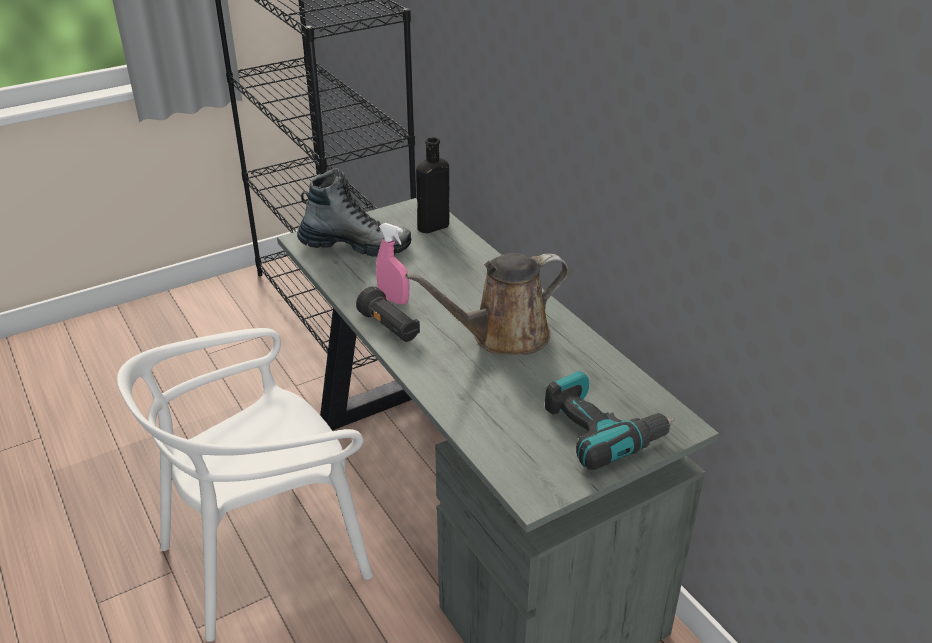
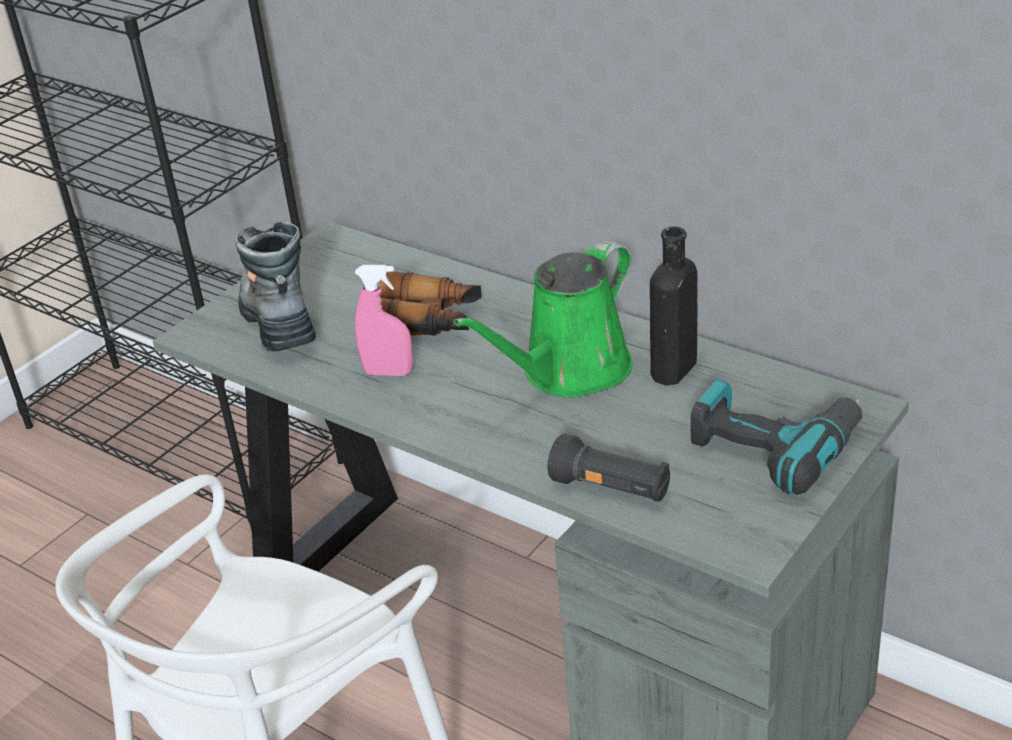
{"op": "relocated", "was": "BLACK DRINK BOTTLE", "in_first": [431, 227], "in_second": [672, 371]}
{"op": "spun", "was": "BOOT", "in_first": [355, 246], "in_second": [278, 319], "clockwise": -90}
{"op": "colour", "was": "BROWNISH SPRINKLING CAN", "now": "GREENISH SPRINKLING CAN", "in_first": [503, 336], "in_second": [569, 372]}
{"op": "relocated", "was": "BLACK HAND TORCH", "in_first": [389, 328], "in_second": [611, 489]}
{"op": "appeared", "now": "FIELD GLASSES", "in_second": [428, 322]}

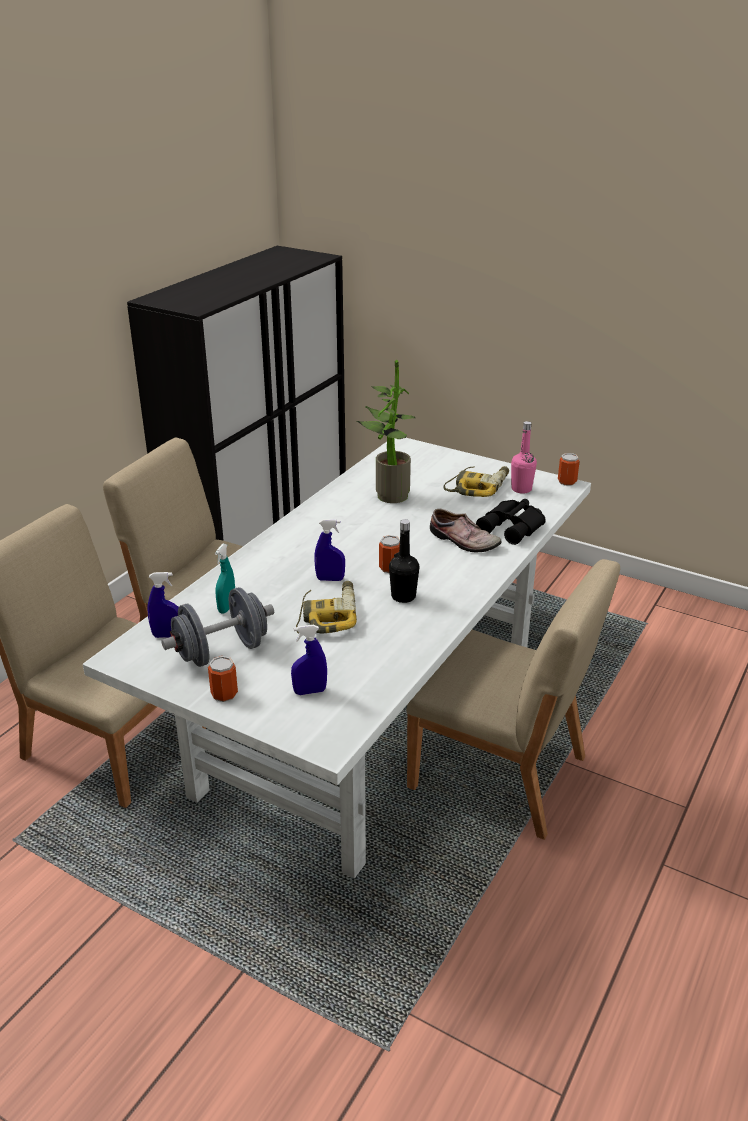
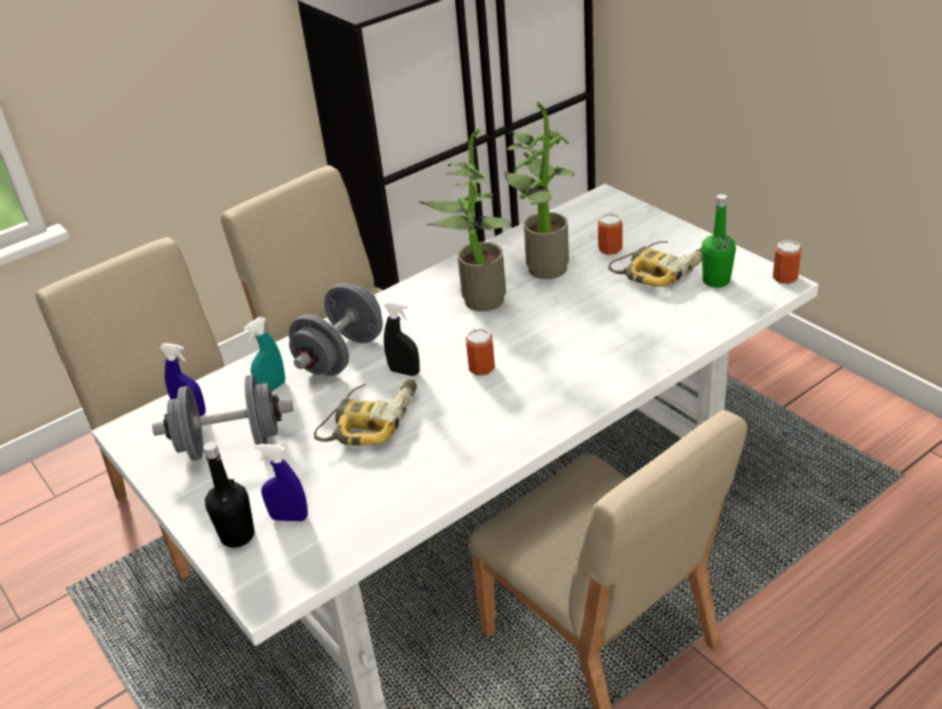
{"op": "colour", "was": "PINK DRINK BOTTLE", "now": "GREENISH DRINK BOTTLE", "in_first": [521, 489], "in_second": [716, 281]}
{"op": "missing", "was": "BLACK FIELD GLASSES", "in_first": [513, 527]}
{"op": "missing", "was": "ITEM OF FOOTWEAR", "in_first": [462, 541]}
{"op": "colour", "was": "BLUISH SPRAY BOTTLE", "now": "BLACK SPRAY BOTTLE", "in_first": [330, 579], "in_second": [404, 372]}
{"op": "relocated", "was": "BLACK DRINK BOTTLE", "in_first": [403, 596], "in_second": [237, 536]}
{"op": "relocated", "was": "SEALED CAN", "in_first": [224, 694], "in_second": [610, 249]}
{"op": "appeared", "now": "HOUSEPLANT", "in_second": [477, 301]}
{"op": "appeared", "now": "GREYISH FREE WEIGHT", "in_second": [341, 356]}

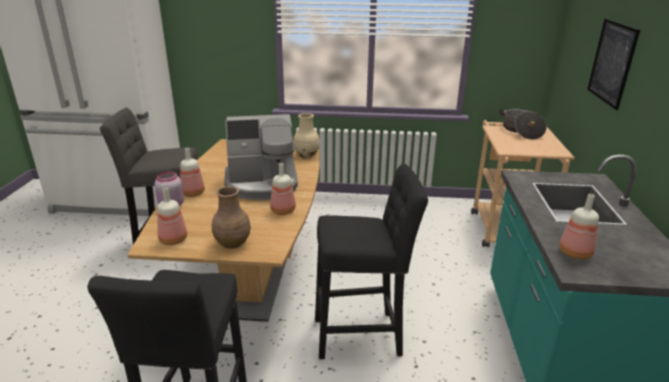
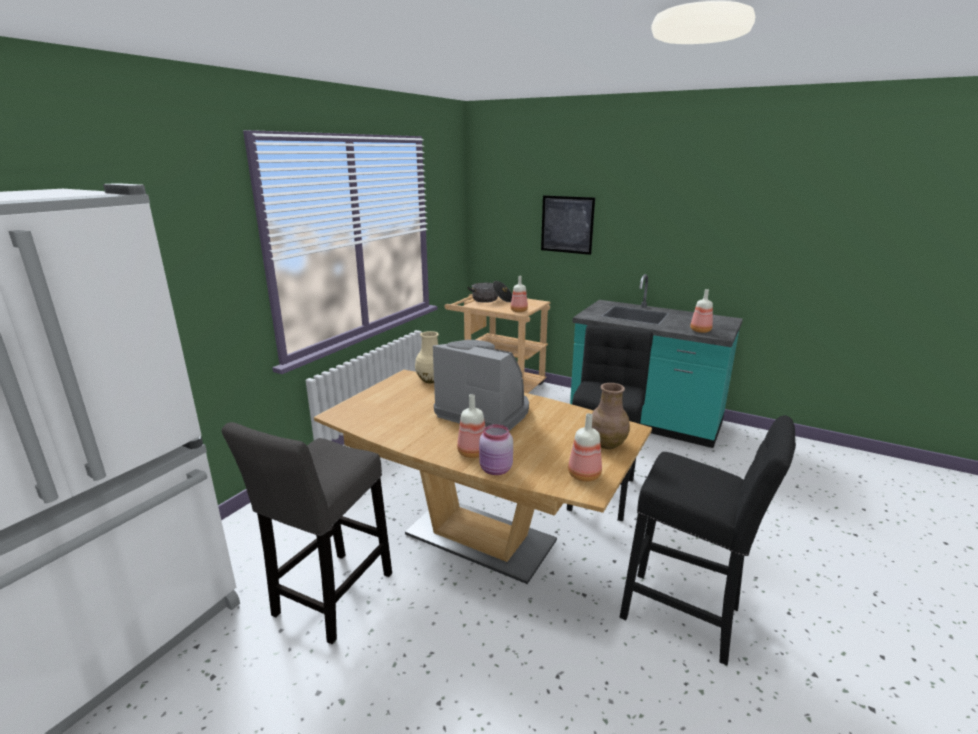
{"op": "spun", "was": "COFFEE MACHINE", "in_first": [262, 184], "in_second": [484, 412], "clockwise": -75}
{"op": "relocated", "was": "DRINK BOTTLE", "in_first": [282, 211], "in_second": [519, 311]}

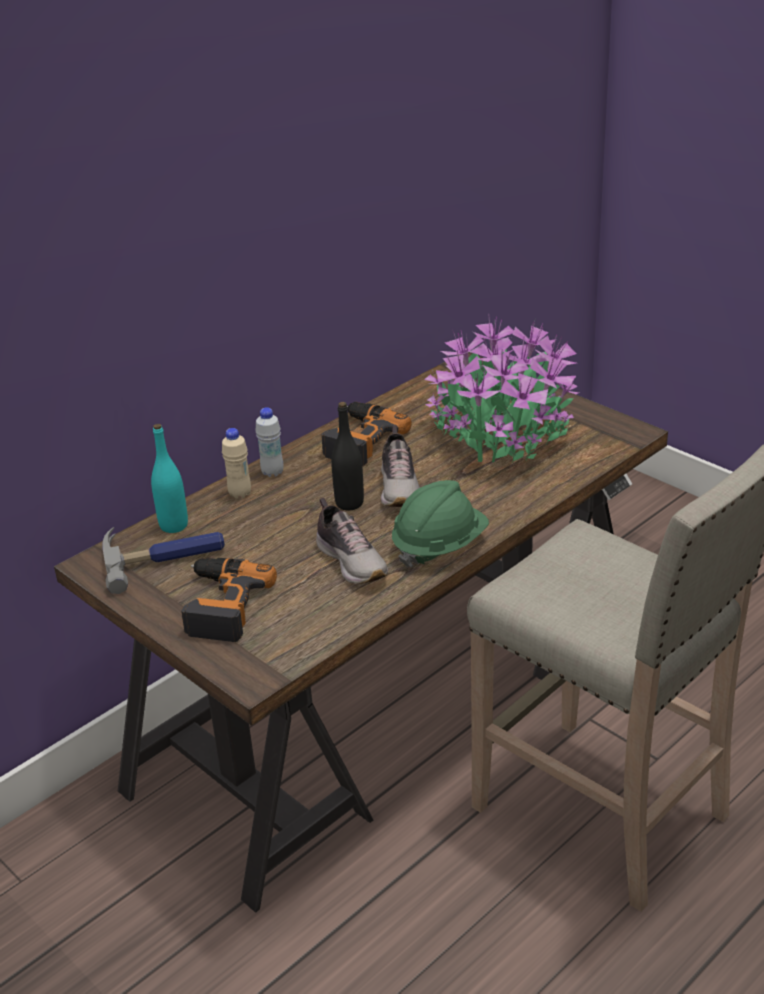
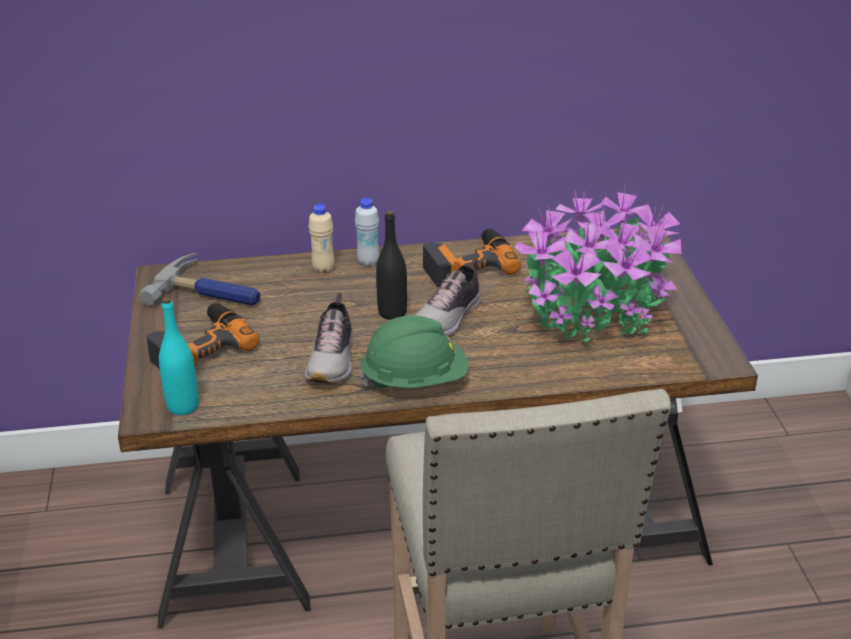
{"op": "relocated", "was": "TURQUOISE-COLOURED DRINK BOTTLE", "in_first": [174, 525], "in_second": [183, 406]}

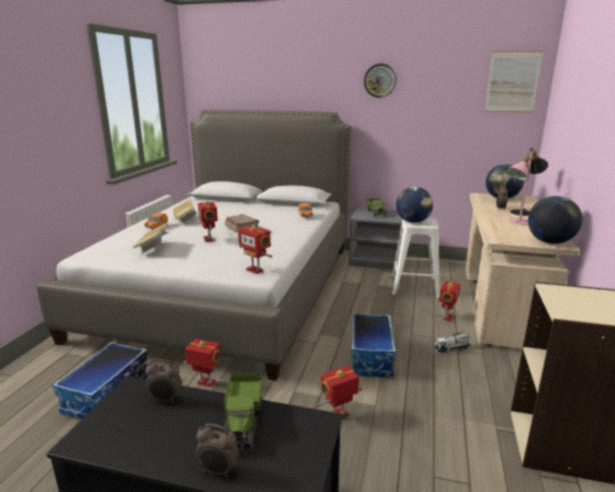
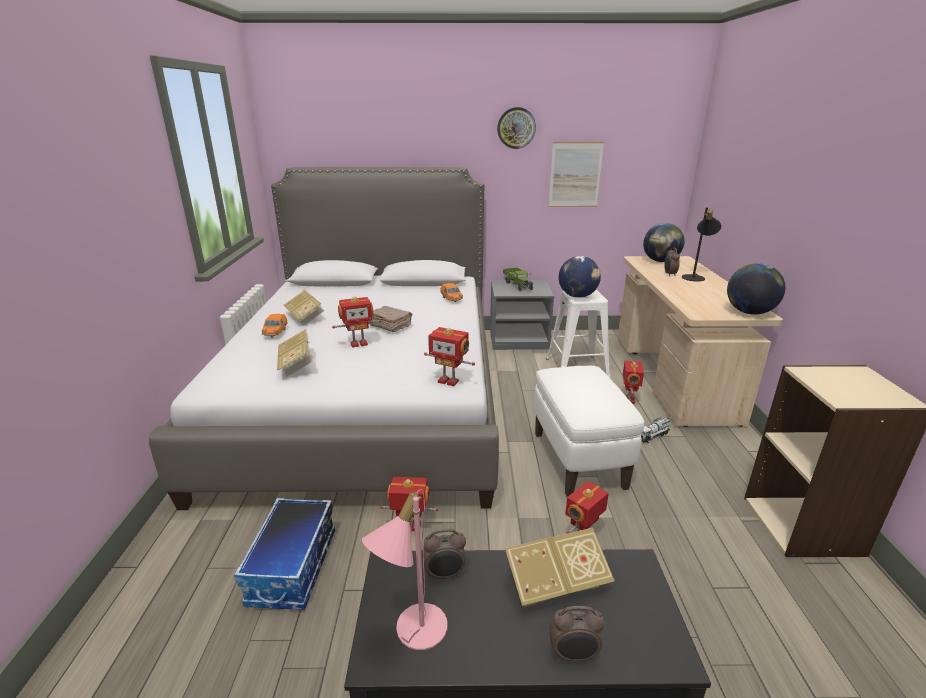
{"op": "relocated", "was": "WALL ART", "in_first": [512, 82], "in_second": [575, 175]}
{"op": "relocated", "was": "PINK TABLE LAMP", "in_first": [515, 221], "in_second": [412, 630]}
{"op": "spun", "was": "TOY ROBOT", "in_first": [209, 239], "in_second": [358, 344], "clockwise": -75}
{"op": "exchanged", "was": "STORAGE BIN", "now": "WHITE-COLOURED FOOTREST", "in_first": [372, 357], "in_second": [578, 460]}
{"op": "exchanged", "was": "TOY TRUCK", "now": "BOUND BOOK", "in_first": [243, 421], "in_second": [555, 583]}

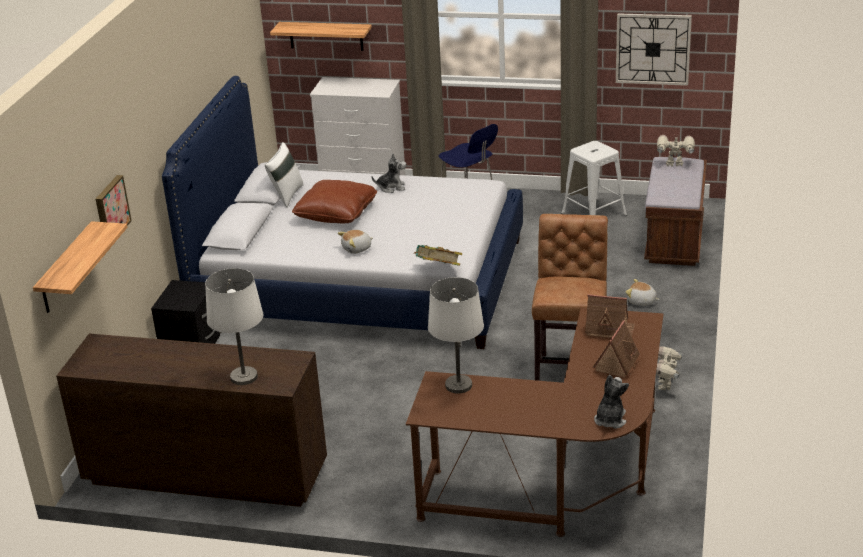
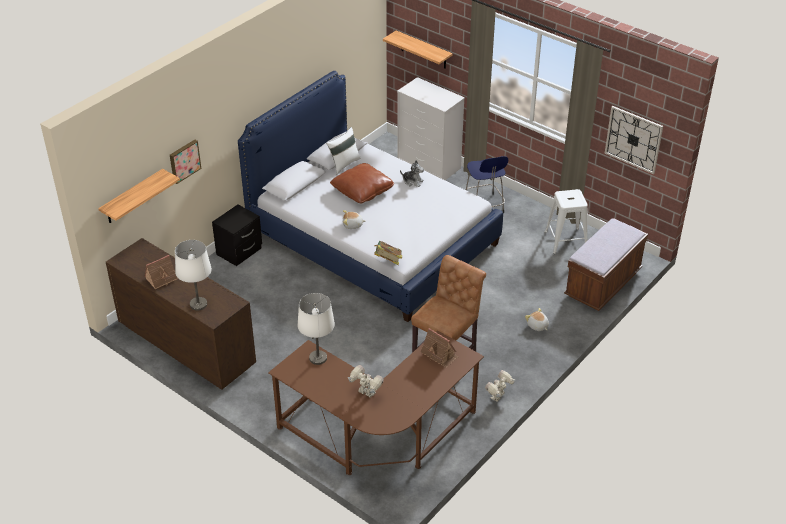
{"op": "relocated", "was": "TOY ROBOT", "in_first": [674, 165], "in_second": [366, 393]}
{"op": "relocated", "was": "MODEL HOUSE", "in_first": [617, 362], "in_second": [162, 278]}
{"op": "missing", "was": "CUDDLY TOY", "in_first": [610, 420]}

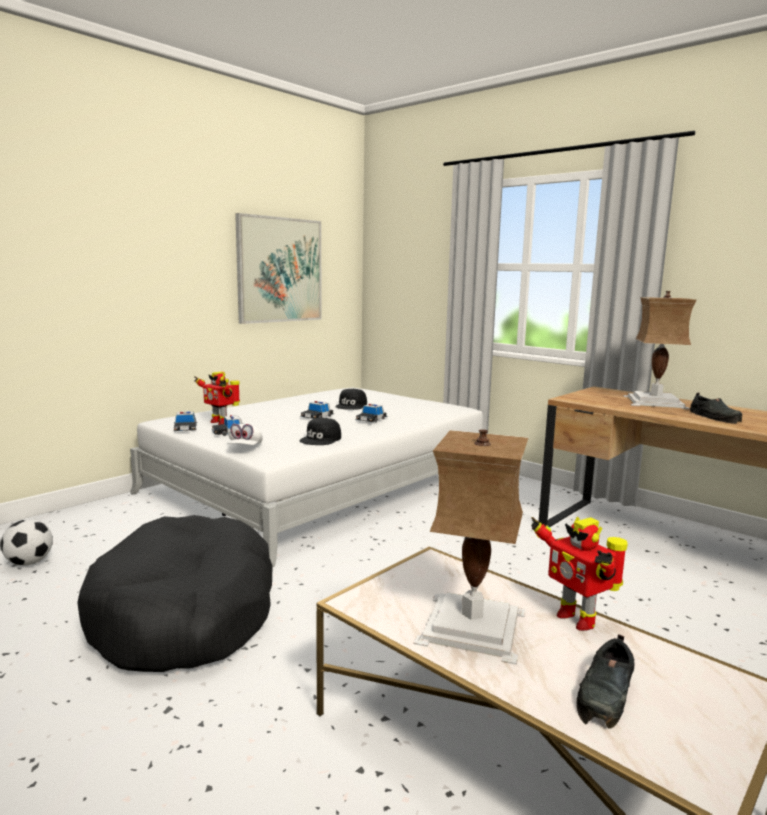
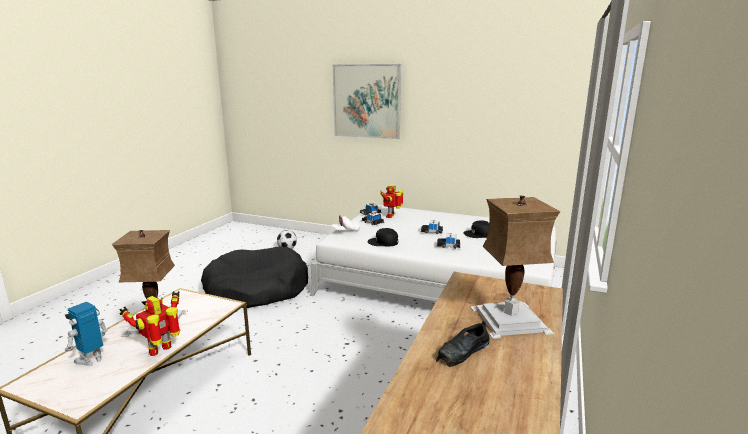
{"op": "relocated", "was": "WALL ART", "in_first": [280, 270], "in_second": [366, 101]}
{"op": "exchanged", "was": "BLACK ITEM OF FOOTWEAR", "now": "TOY ROBOT", "in_first": [606, 694], "in_second": [91, 360]}

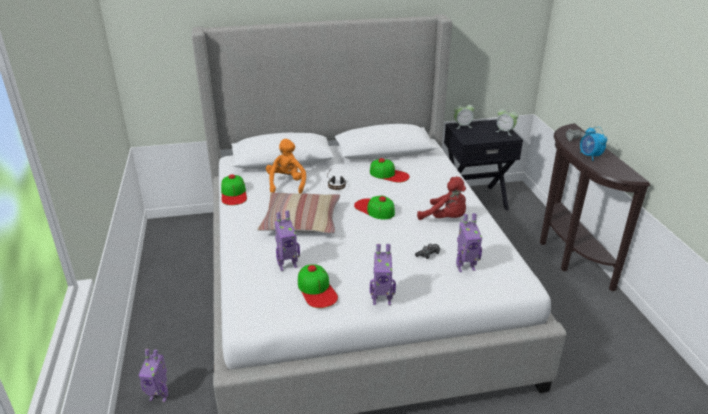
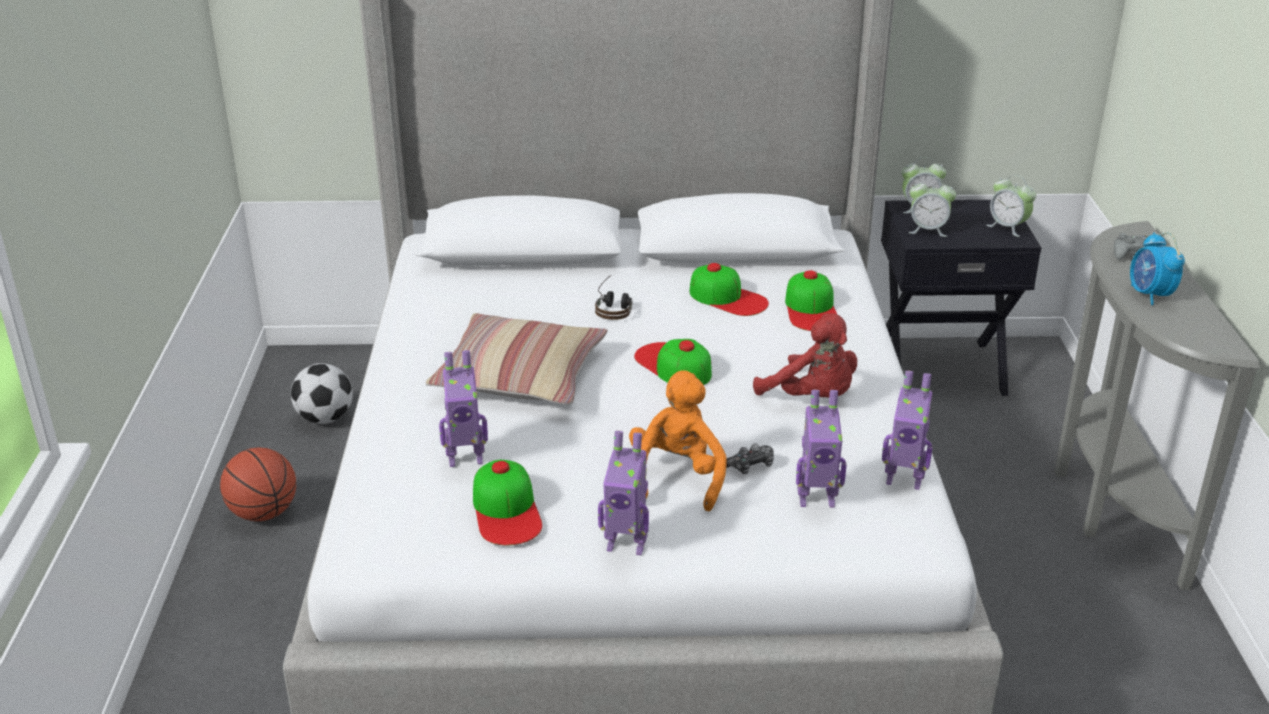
{"op": "colour", "was": "BROWNISH CONSOLE TABLE", "now": "GREYISH CONSOLE TABLE", "in_first": [567, 255], "in_second": [1108, 504]}
{"op": "relocated", "was": "ORANGEY CUDDLY TOY", "in_first": [287, 184], "in_second": [677, 478]}
{"op": "relocated", "was": "BASEBALL CAP", "in_first": [234, 194], "in_second": [811, 309]}
{"op": "relocated", "was": "TOY ROBOT", "in_first": [159, 396], "in_second": [904, 479]}
{"op": "appeared", "now": "BEDSIDE CLOCK", "in_second": [928, 230]}
{"op": "appeared", "now": "FOOTBALL BALL", "in_second": [325, 418]}
{"op": "appeared", "now": "BASKETBALL", "in_second": [263, 513]}

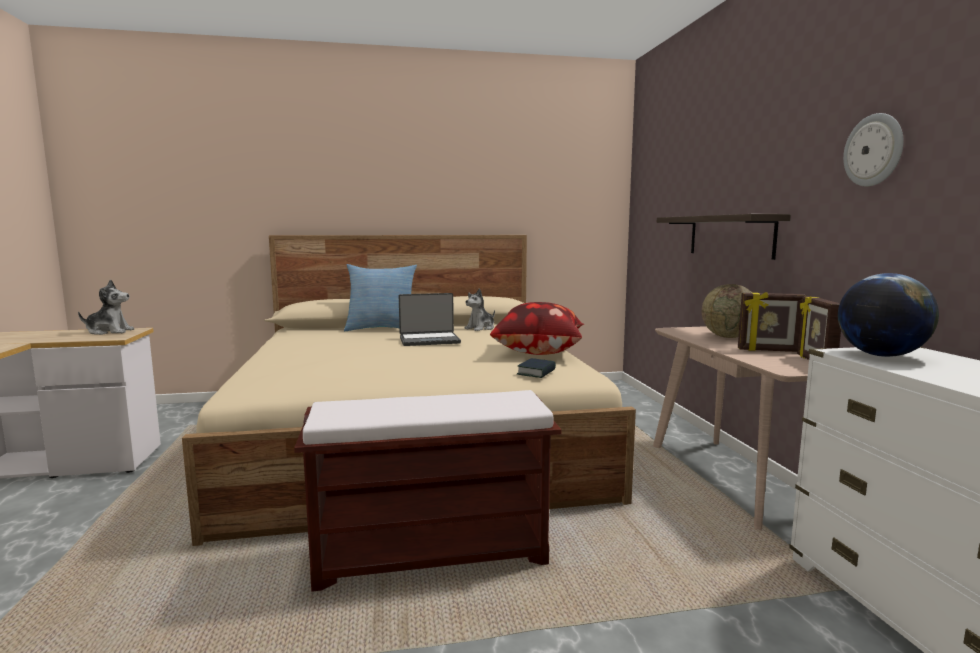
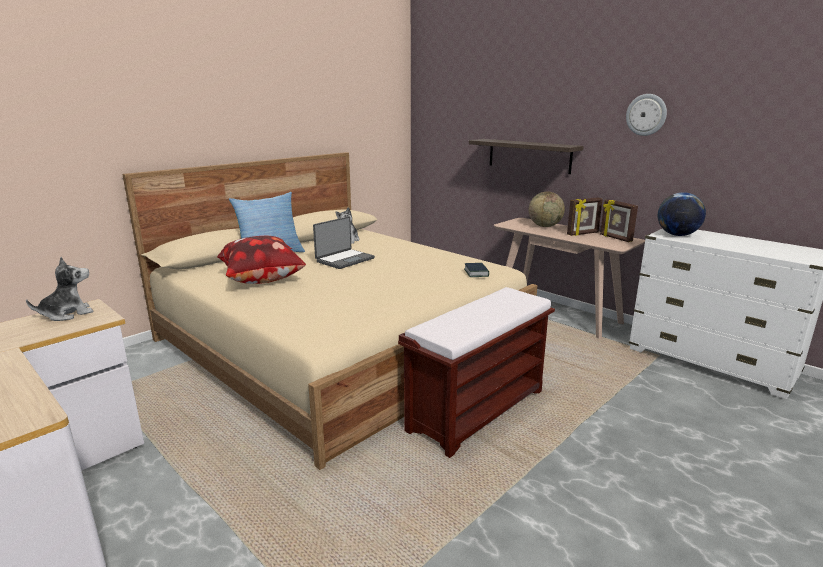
{"op": "relocated", "was": "CUSHION", "in_first": [539, 353], "in_second": [263, 281]}

